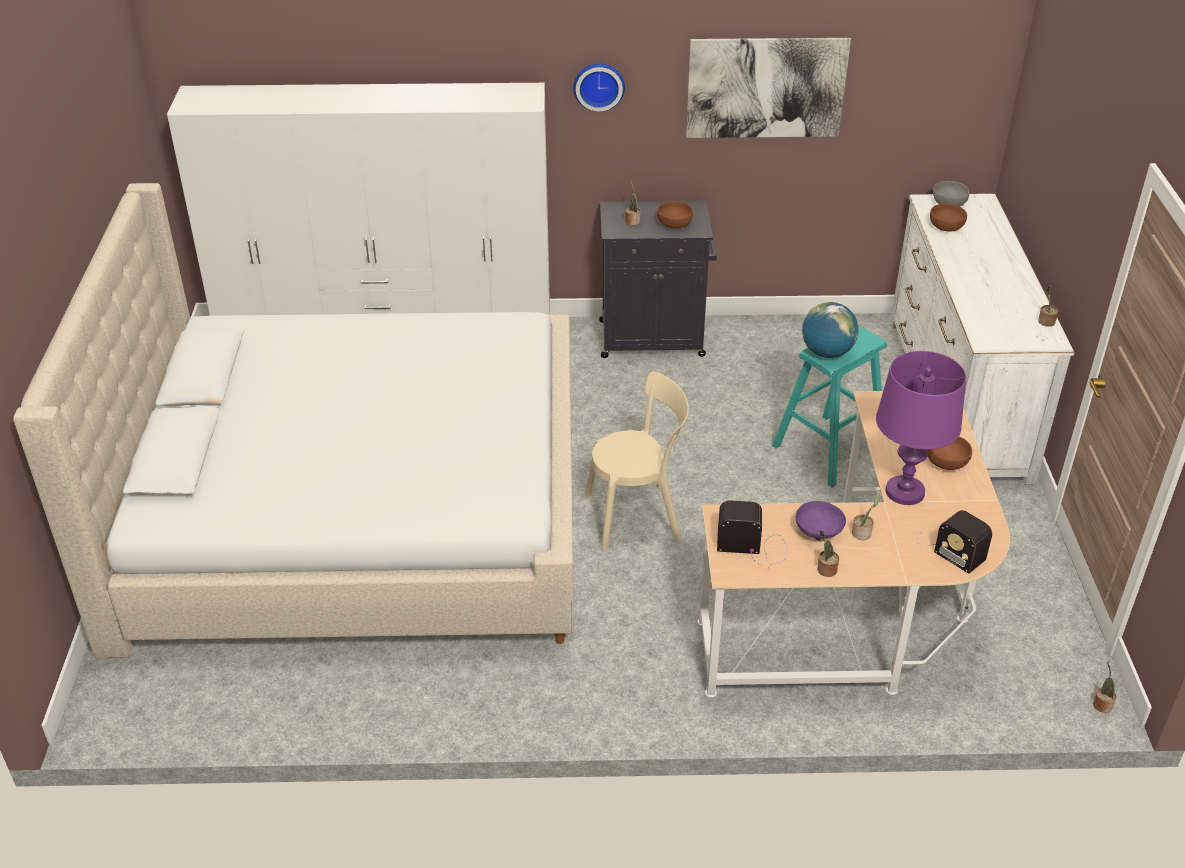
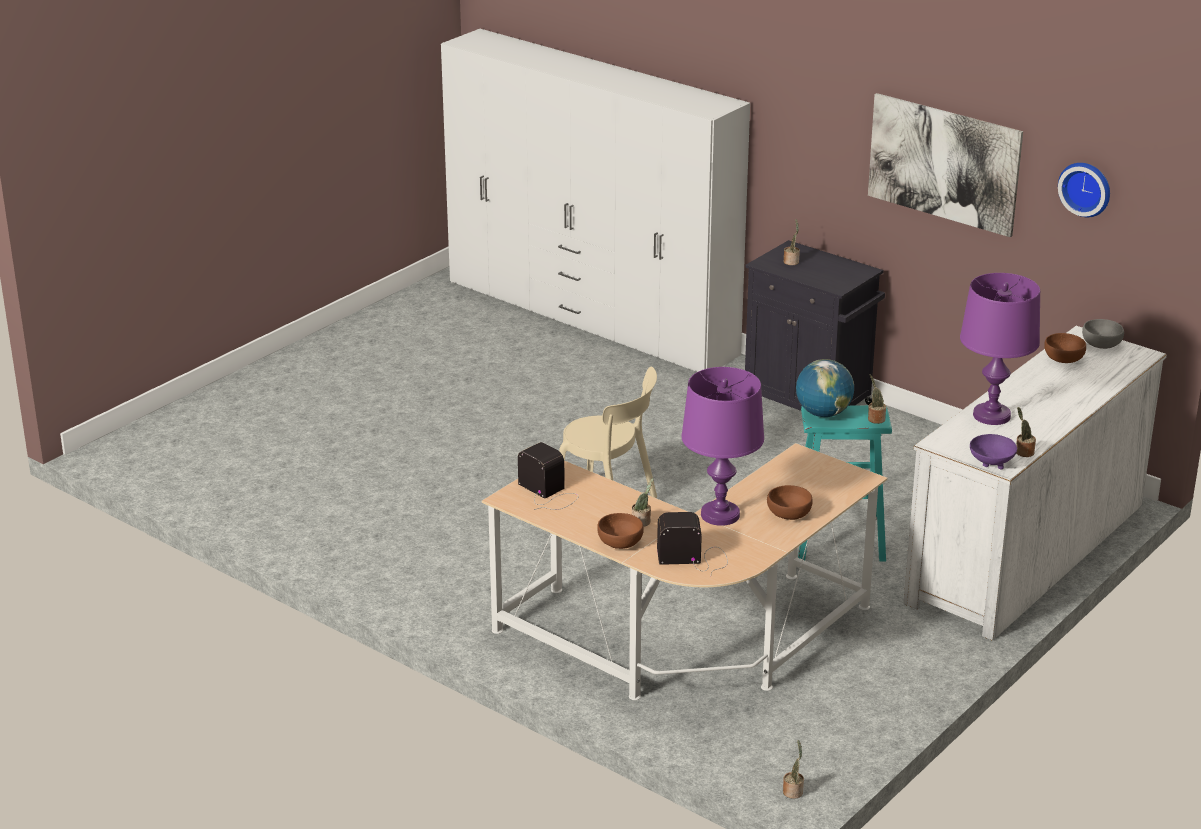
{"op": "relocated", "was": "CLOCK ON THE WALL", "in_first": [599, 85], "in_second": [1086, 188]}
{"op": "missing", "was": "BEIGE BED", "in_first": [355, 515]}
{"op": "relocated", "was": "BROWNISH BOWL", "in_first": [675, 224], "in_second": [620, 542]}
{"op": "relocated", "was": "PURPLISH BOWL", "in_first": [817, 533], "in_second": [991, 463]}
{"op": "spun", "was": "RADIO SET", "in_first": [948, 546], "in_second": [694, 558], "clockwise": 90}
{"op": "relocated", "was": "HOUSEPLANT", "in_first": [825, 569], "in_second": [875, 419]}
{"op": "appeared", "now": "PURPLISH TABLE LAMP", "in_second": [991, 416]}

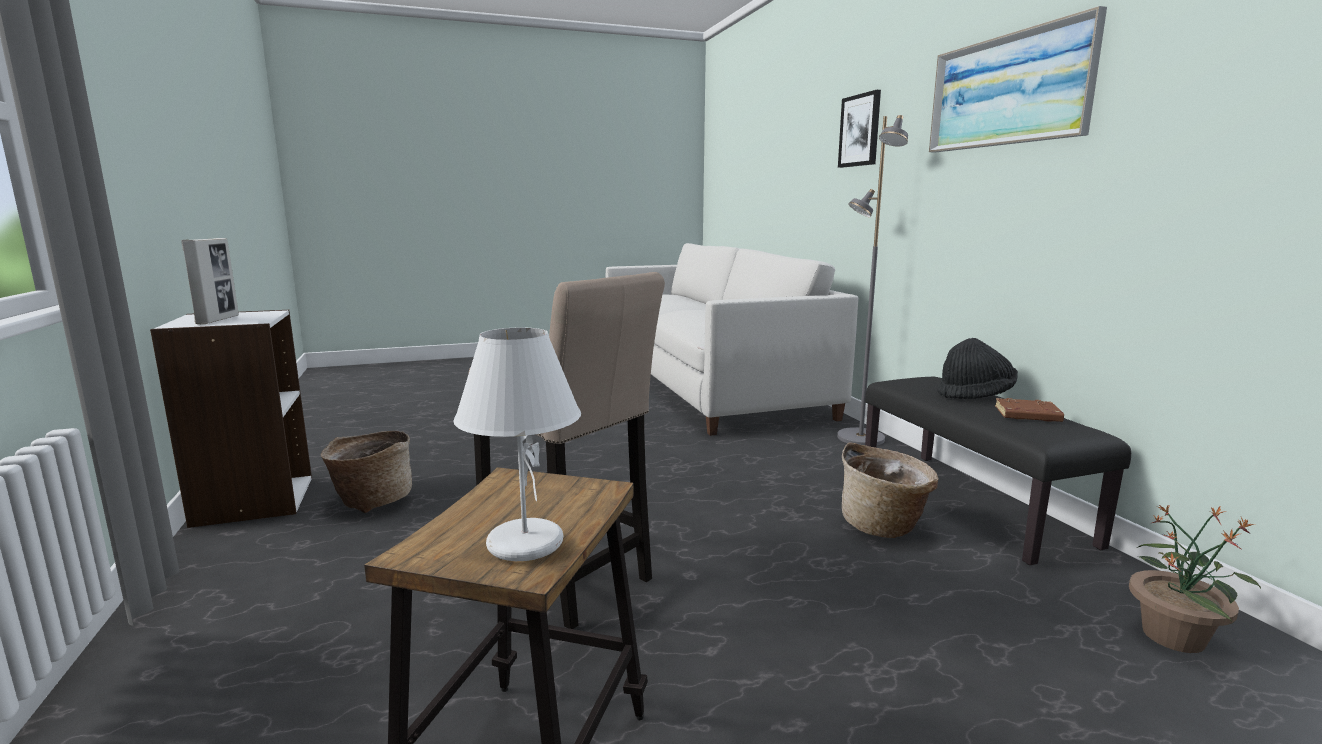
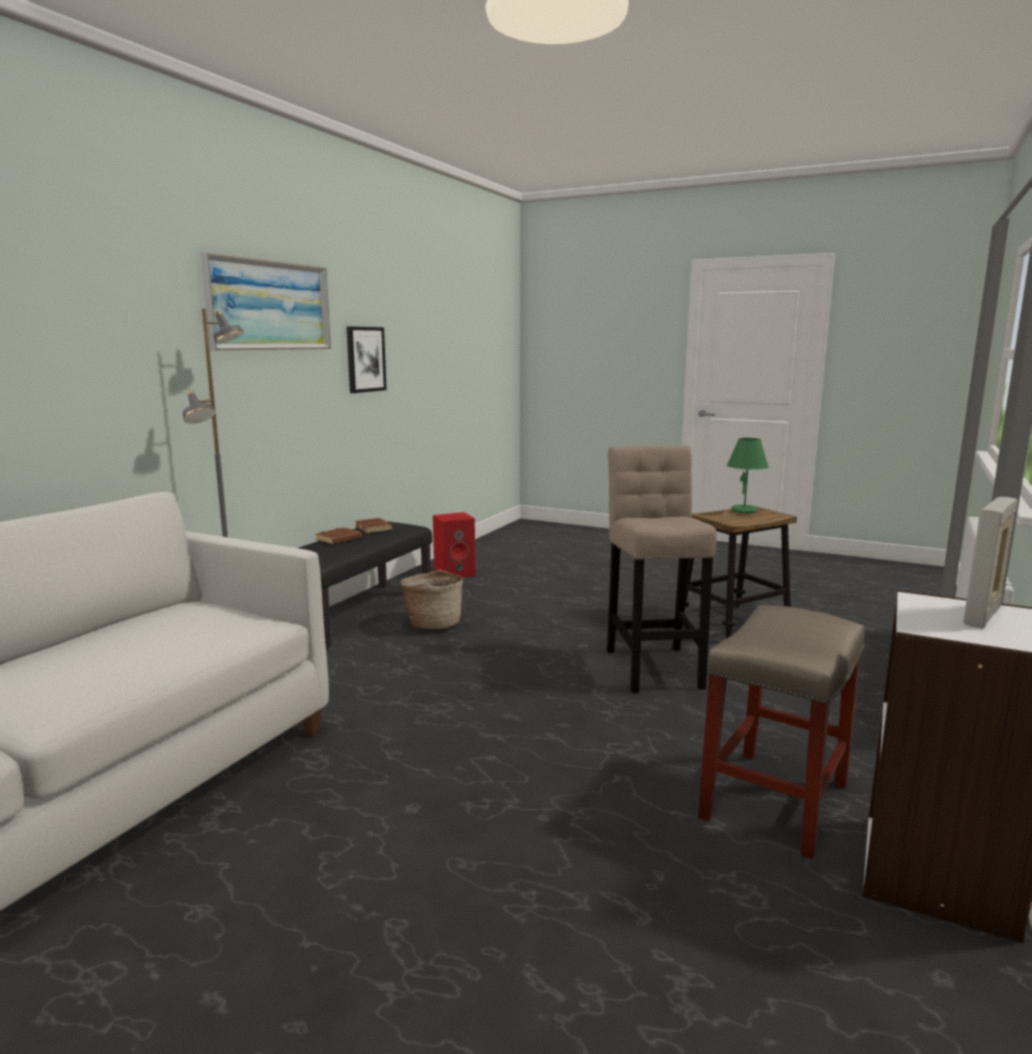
{"op": "relocated", "was": "WALL ART", "in_first": [860, 130], "in_second": [365, 359]}
{"op": "colour", "was": "WHITE-COLOURED TABLE LAMP", "now": "GREENISH TABLE LAMP", "in_first": [523, 543], "in_second": [744, 511]}
{"op": "exchanged", "was": "BLACK HAT", "now": "BROWNISH BOUND BOOK", "in_first": [975, 395], "in_second": [339, 539]}
{"op": "exchanged", "was": "STORAGE BASKET", "now": "BEIGE STOOL SEAT", "in_first": [372, 501], "in_second": [775, 802]}
{"op": "exchanged", "was": "HOUSEPLANT", "now": "RED AUDIO SPEAKER", "in_first": [1174, 636], "in_second": [455, 573]}

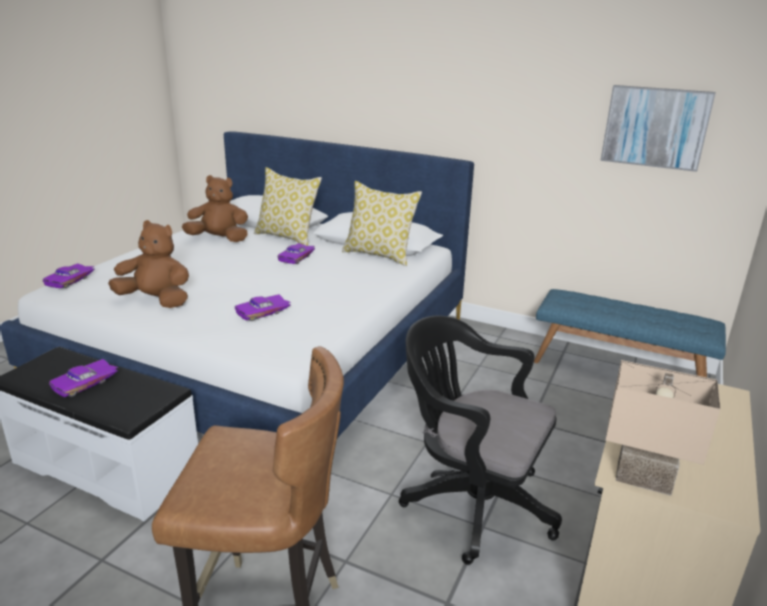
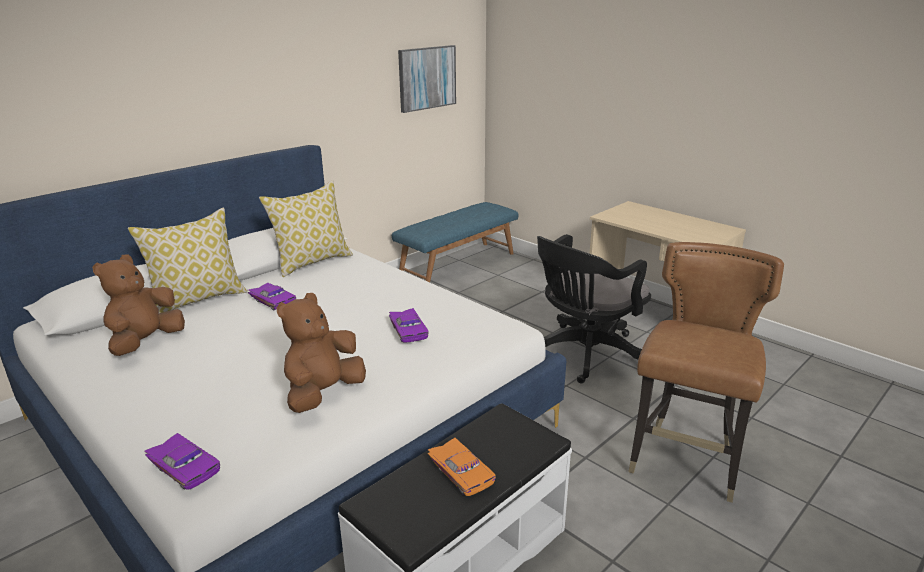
{"op": "colour", "was": "PURPLISH MINIATURE CAR", "now": "ORANGEY MINIATURE CAR", "in_first": [86, 384], "in_second": [463, 472]}
{"op": "missing", "was": "BEIGE TABLE LAMP", "in_first": [644, 476]}

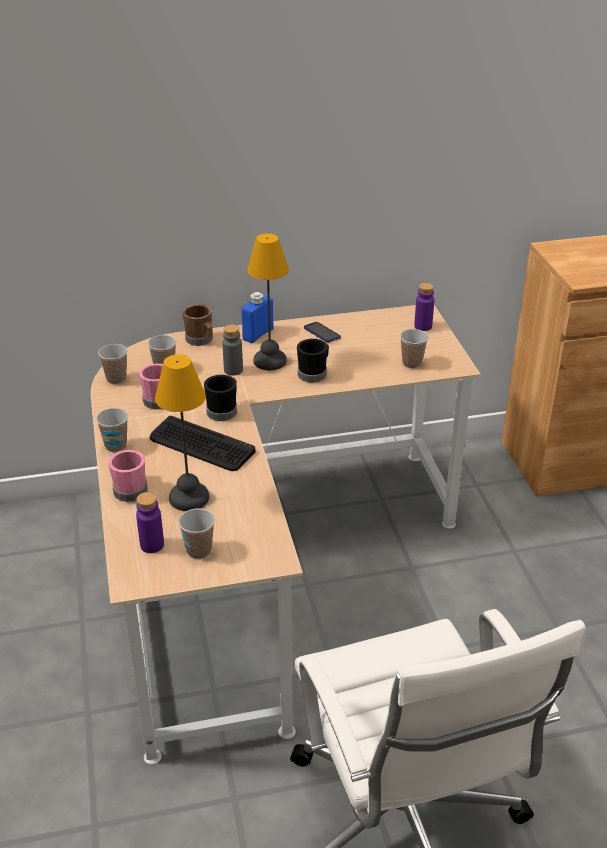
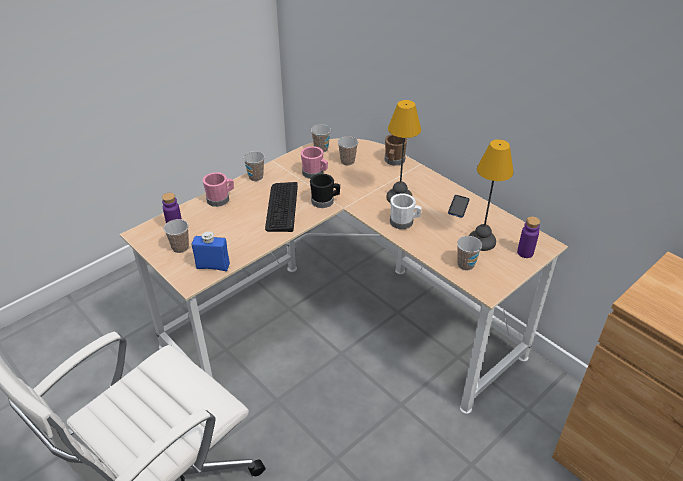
{"op": "relocated", "was": "BLUISH DRINK BOTTLE", "in_first": [258, 334], "in_second": [213, 266]}
{"op": "missing", "was": "GREYISH DRINK BOTTLE", "in_first": [233, 370]}
{"op": "colour", "was": "BLACK COFFEE MUG", "now": "WHITE-COLOURED COFFEE MUG", "in_first": [314, 373], "in_second": [404, 222]}
{"op": "relocated", "was": "TABLE LAMP", "in_first": [189, 498], "in_second": [481, 241]}

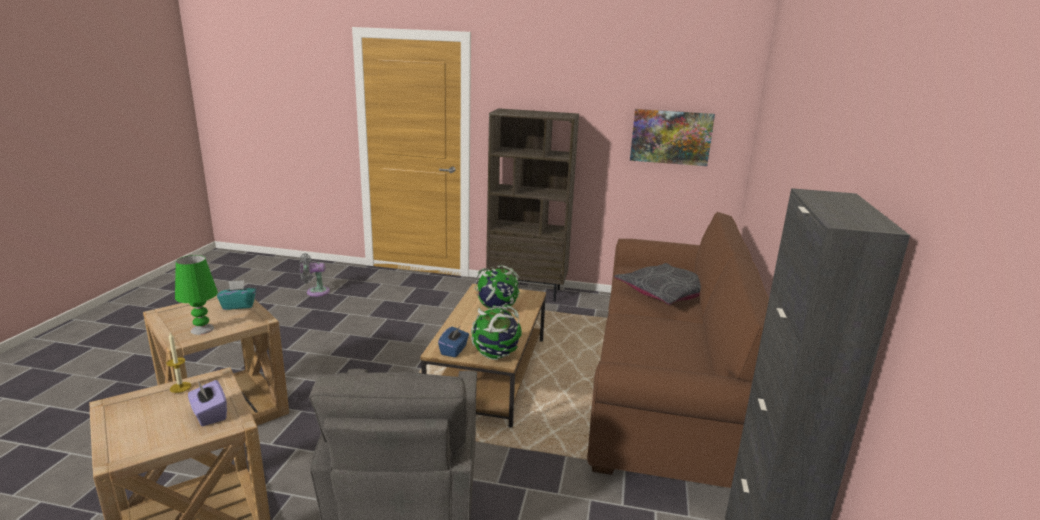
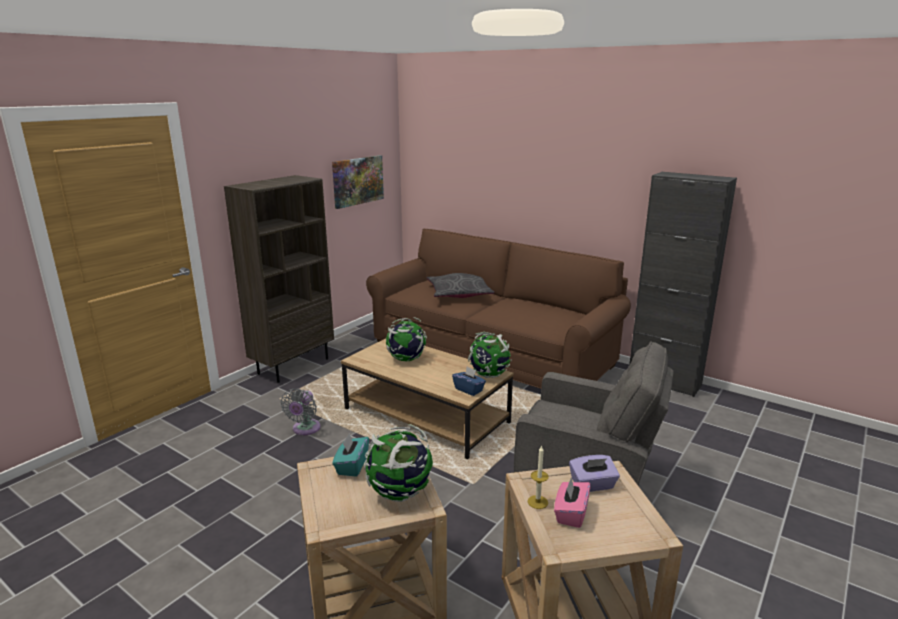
{"op": "relocated", "was": "GREYISH ELECTRIC FAN", "in_first": [315, 292], "in_second": [305, 429]}
{"op": "exchanged", "was": "GREENISH TABLE LAMP", "now": "WORLD GLOBE", "in_first": [202, 329], "in_second": [400, 493]}
{"op": "appeared", "now": "PINK BOX OF TISSUES", "in_second": [570, 514]}

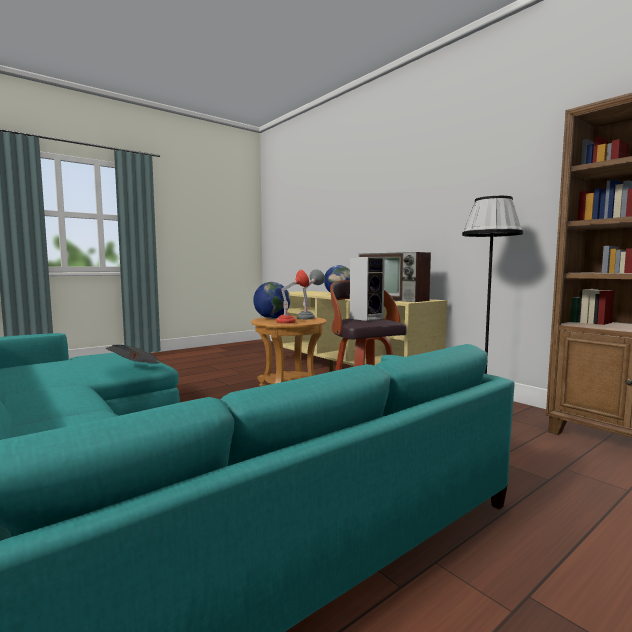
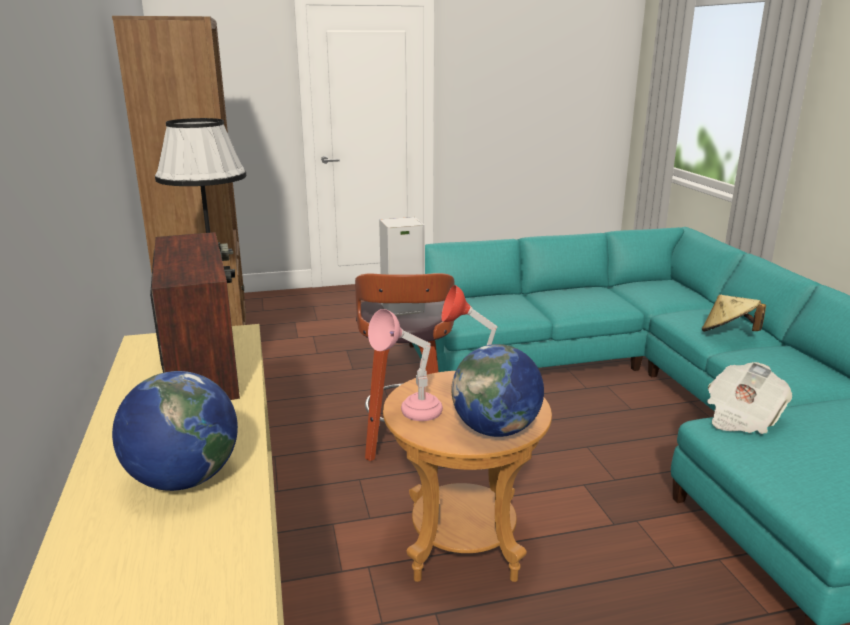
{"op": "colour", "was": "GREYISH TABLE LAMP", "now": "PINK TABLE LAMP", "in_first": [309, 318], "in_second": [410, 414]}
{"op": "appeared", "now": "BEIGE HAT", "in_second": [728, 333]}

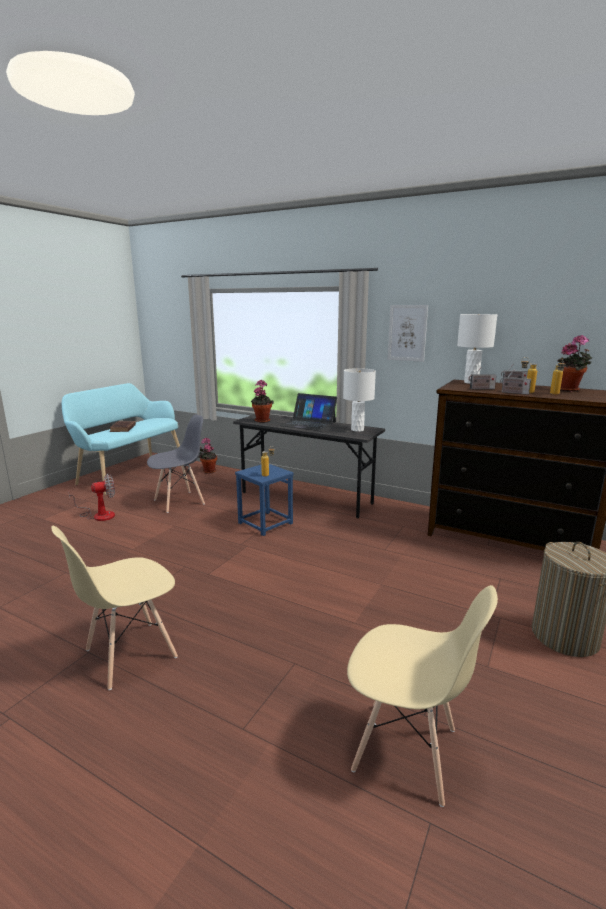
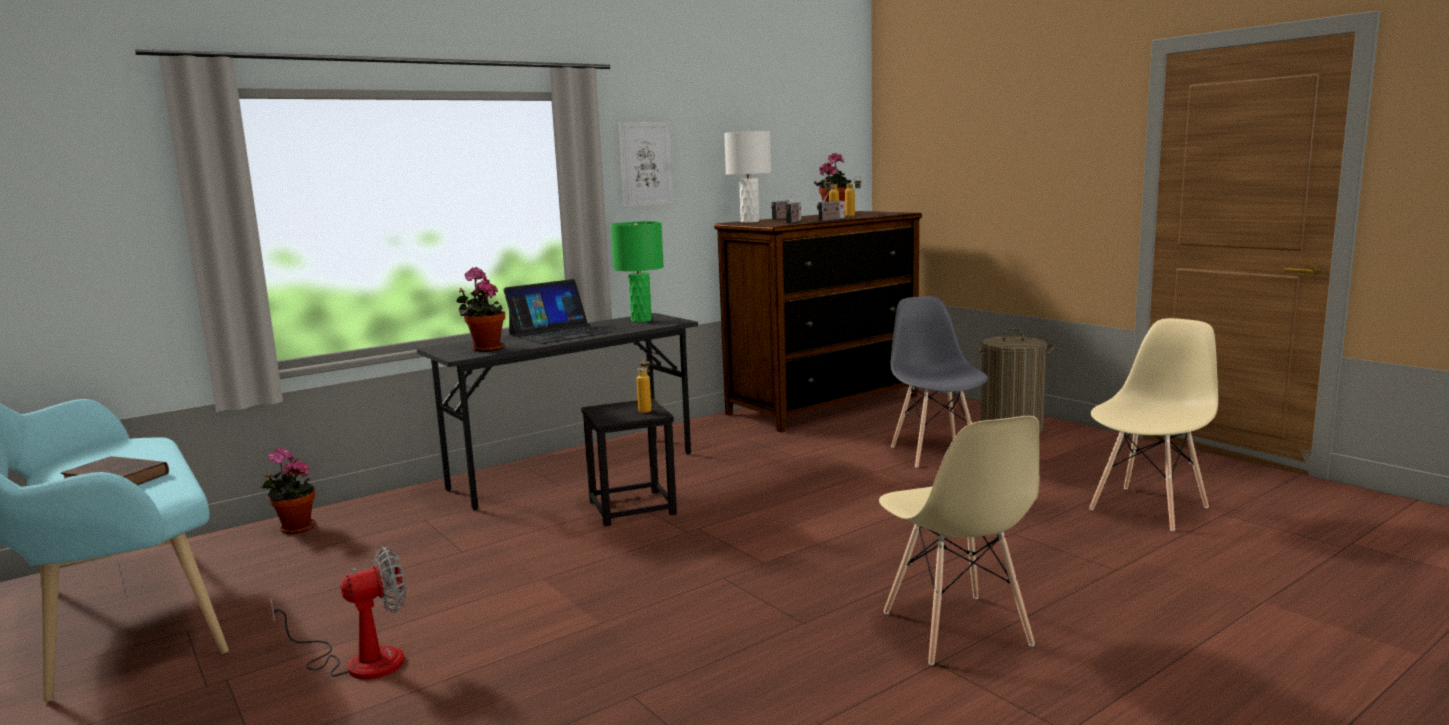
{"op": "colour", "was": "WHITE-COLOURED TABLE LAMP", "now": "GREENISH TABLE LAMP", "in_first": [357, 430], "in_second": [641, 320]}
{"op": "relocated", "was": "GREYISH UPRIGHT CHAIR", "in_first": [179, 501], "in_second": [935, 453]}
{"op": "colour", "was": "BLUISH STOOL SEAT", "now": "BLACK STOOL SEAT", "in_first": [265, 523], "in_second": [632, 508]}
{"op": "spun", "was": "ELECTRIC FAN", "in_first": [99, 515], "in_second": [360, 661], "clockwise": 60}

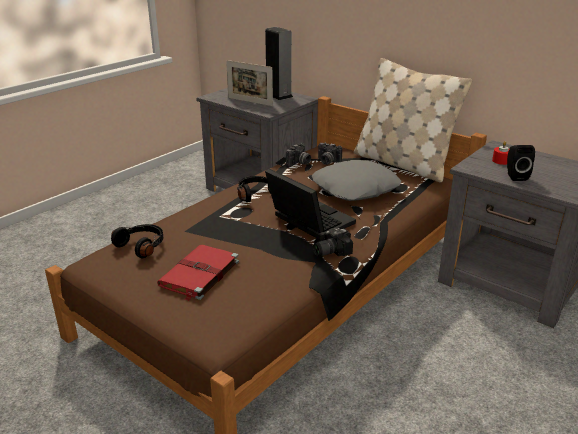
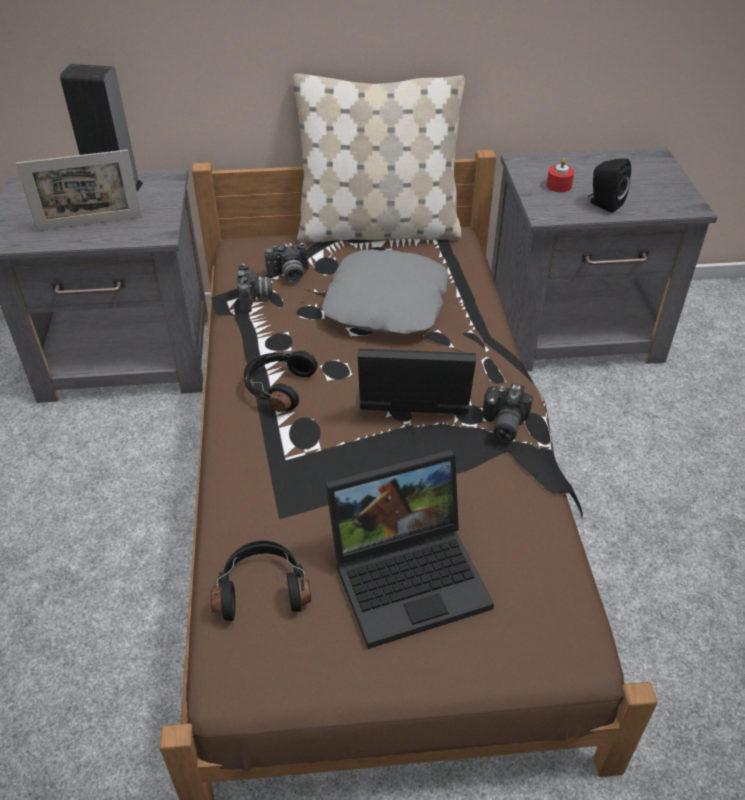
{"op": "exchanged", "was": "RED BOUND BOOK", "now": "NOTEBOOK COMPUTER", "in_first": [199, 274], "in_second": [411, 574]}

